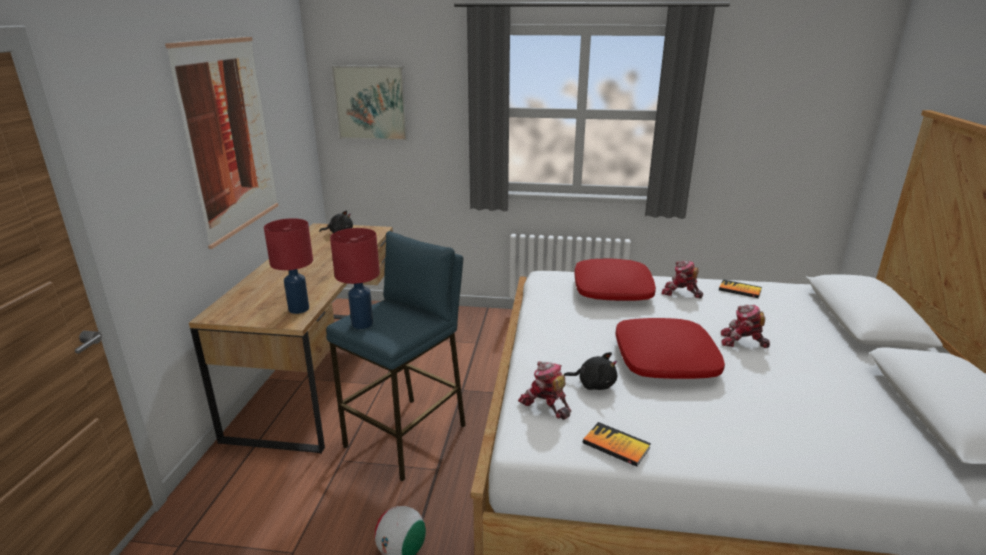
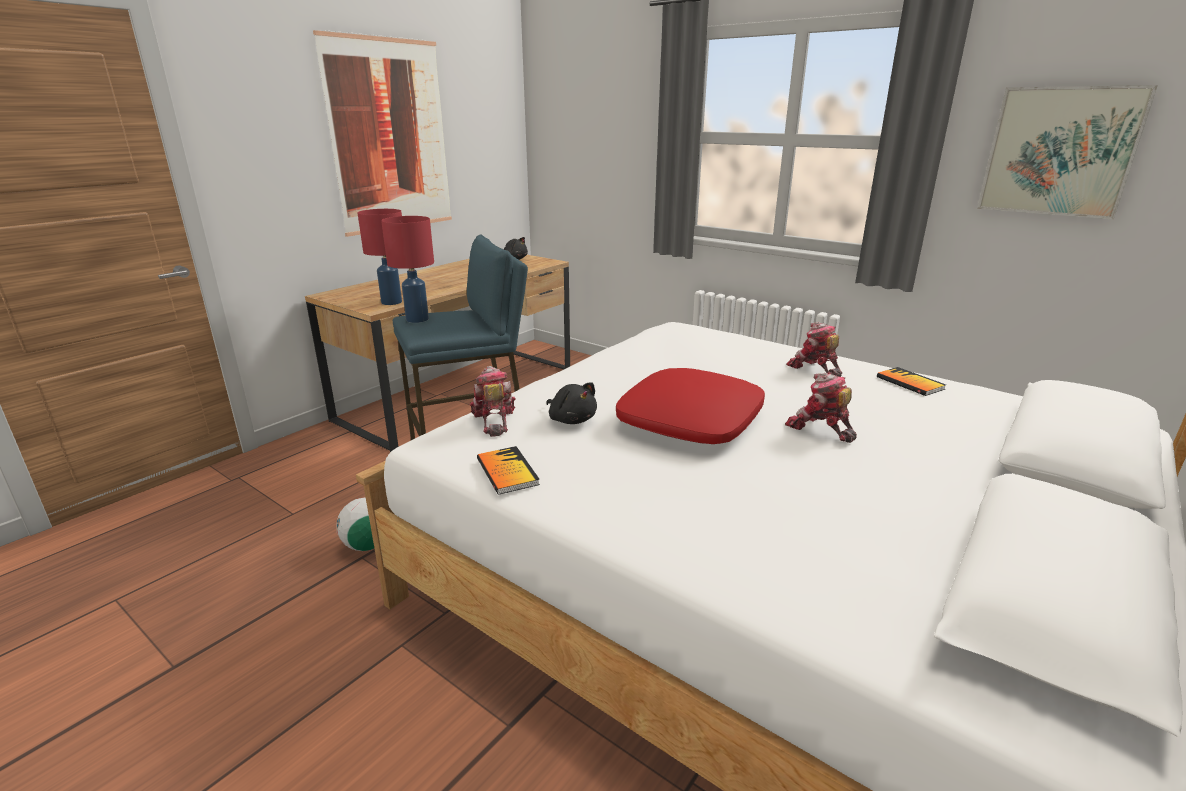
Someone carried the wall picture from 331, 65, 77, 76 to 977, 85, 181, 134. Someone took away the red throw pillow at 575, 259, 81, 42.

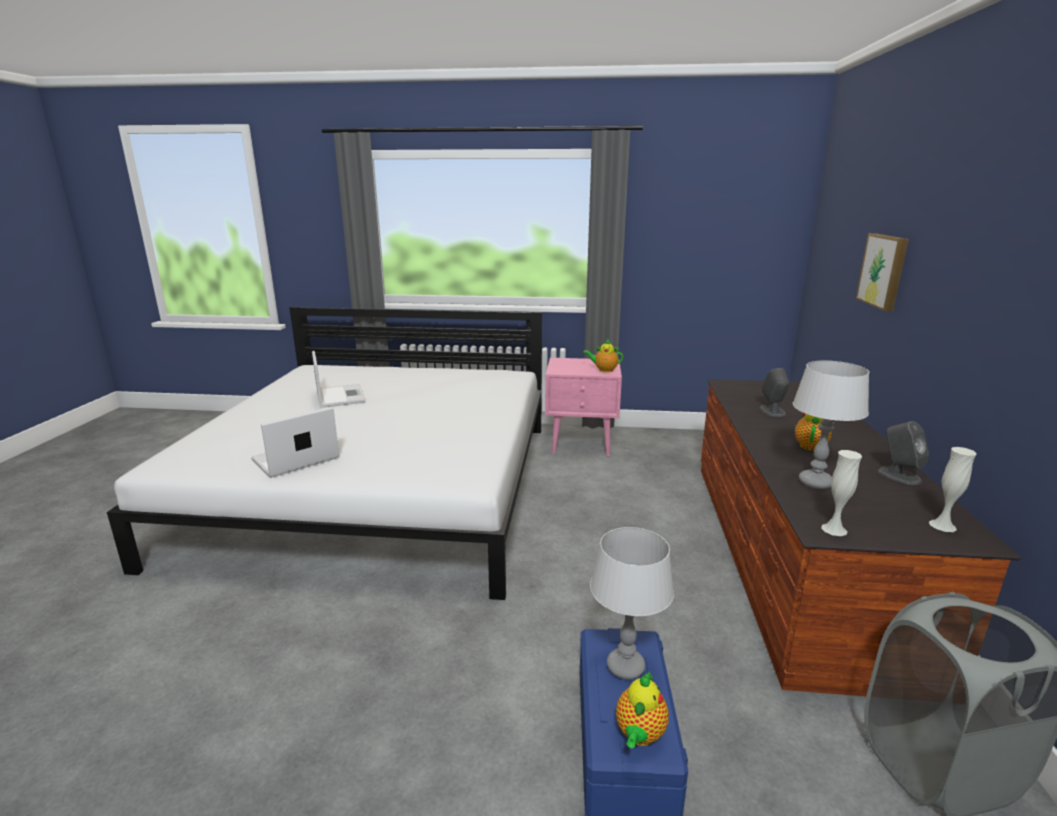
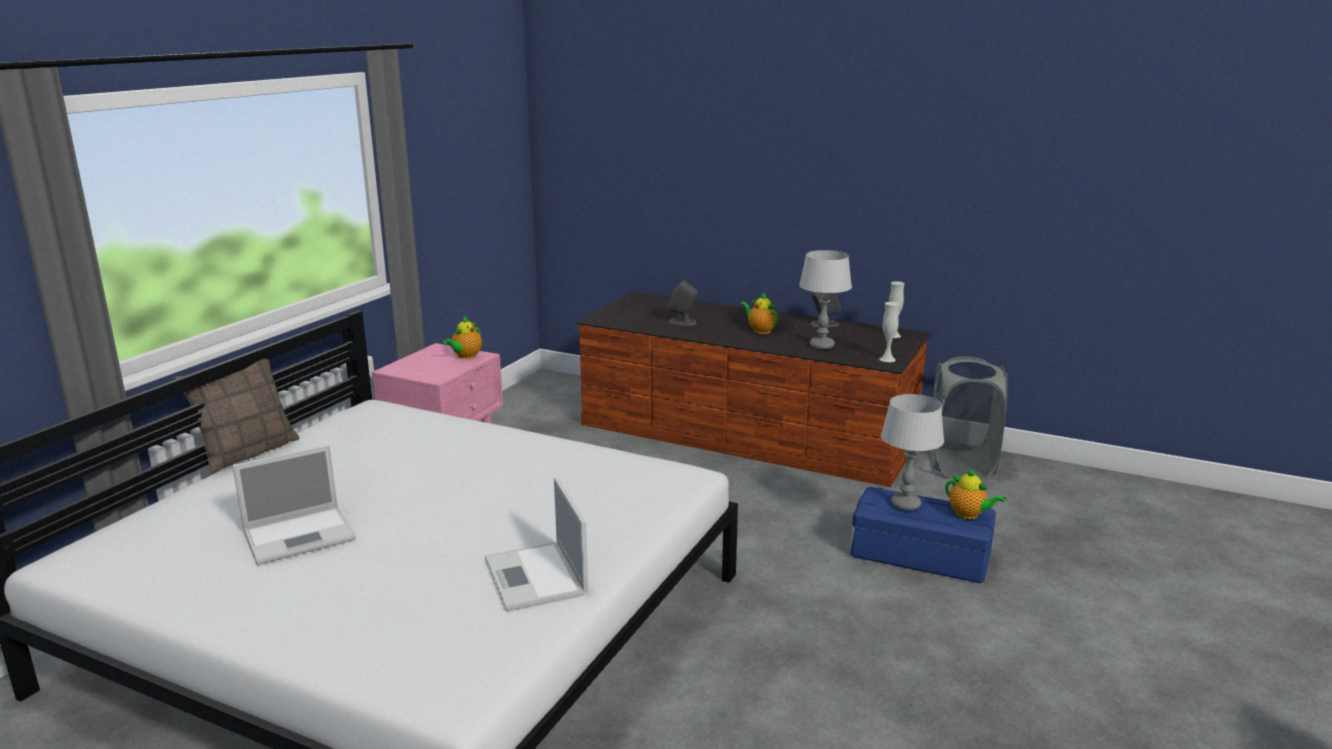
Someone rotated the laptop at 312, 351, 54, 57 by 150 degrees clockwise. Someone took away the wall picture at 856, 233, 53, 78. Someone put down the throw pillow at 174, 359, 125, 115.

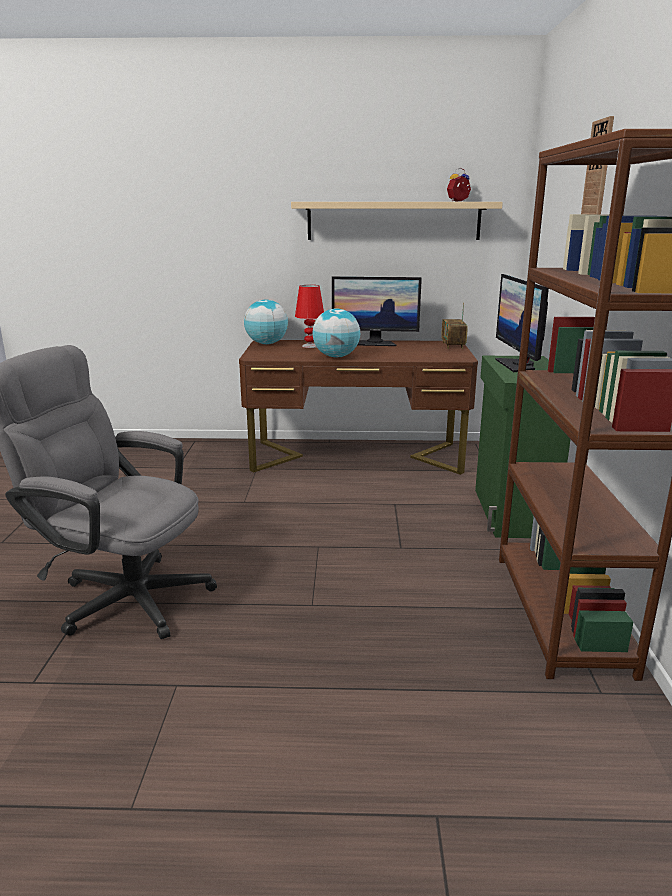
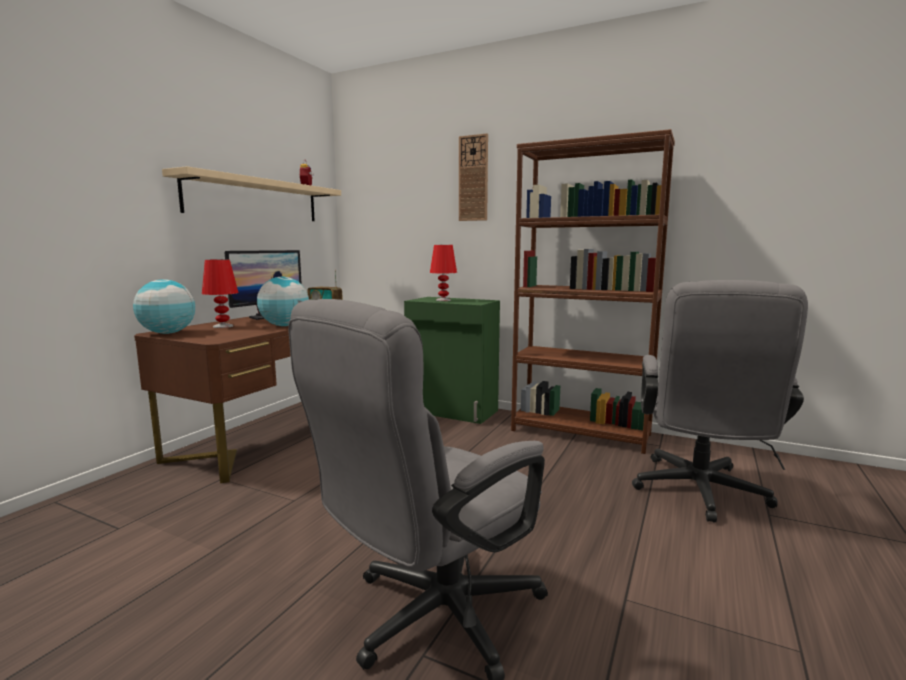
Someone swapped the monitor at 495, 274, 54, 98 for the red tabletop lamp at 430, 245, 27, 56. Someone put down the grey computer chair at 632, 280, 176, 242.

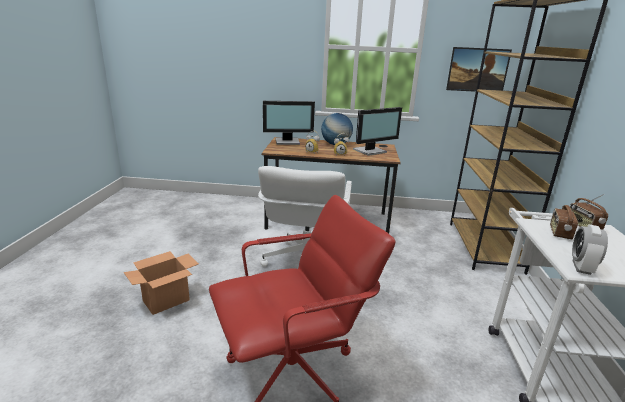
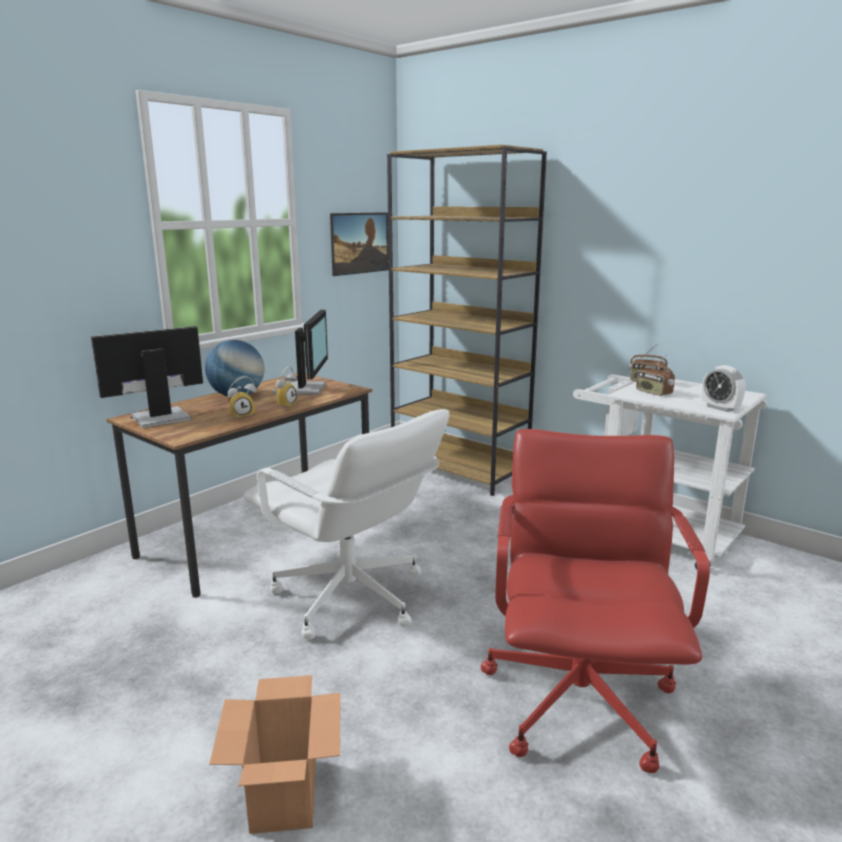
Someone rotated the monitor at 263, 101, 52, 44 by 150 degrees counterclockwise.

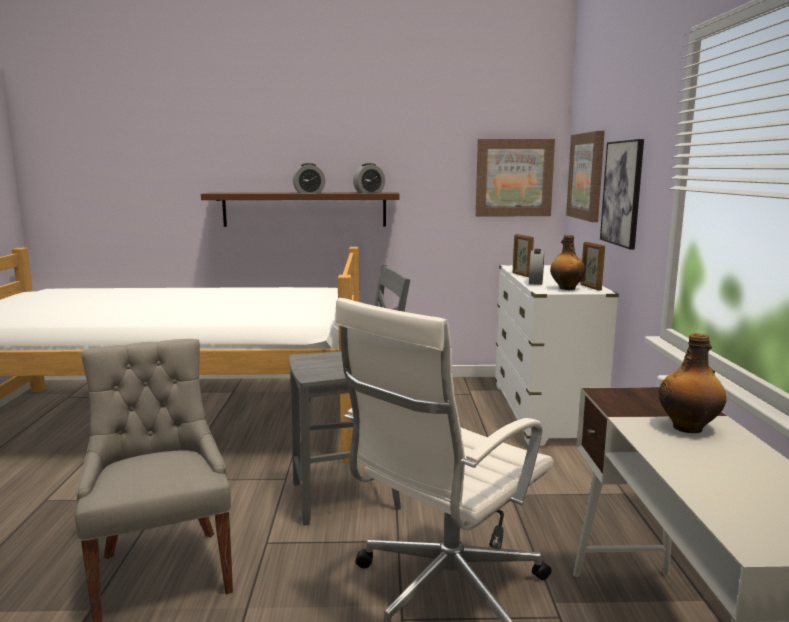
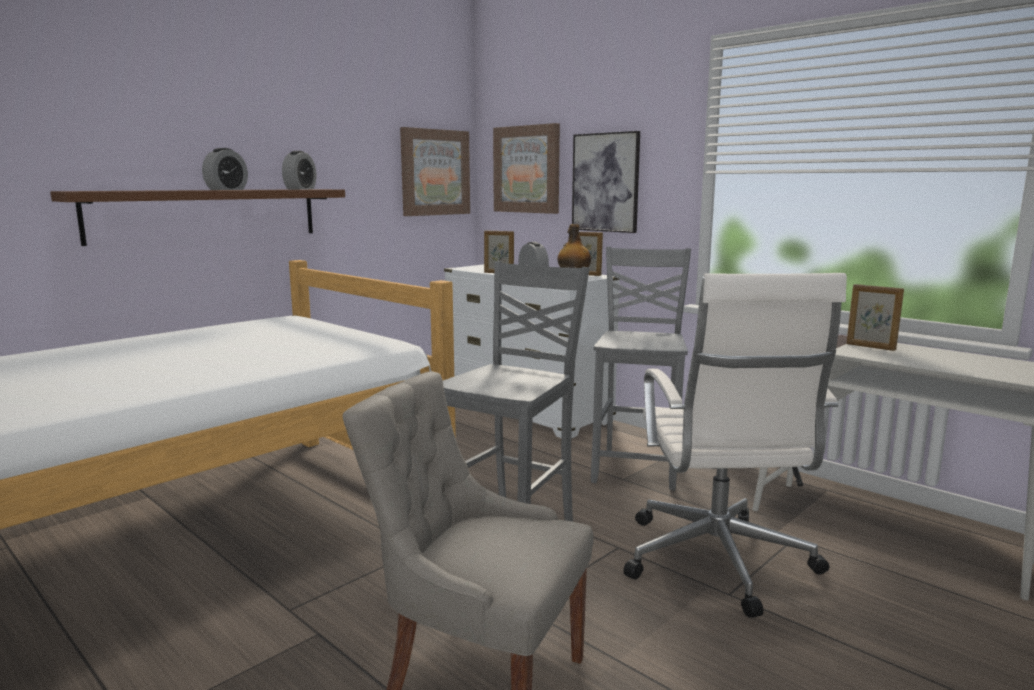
Someone swapped the drink bottle at 659, 333, 68, 100 for the standing frame at 846, 284, 58, 67. Someone put down the grey upright chair at 591, 247, 100, 244.

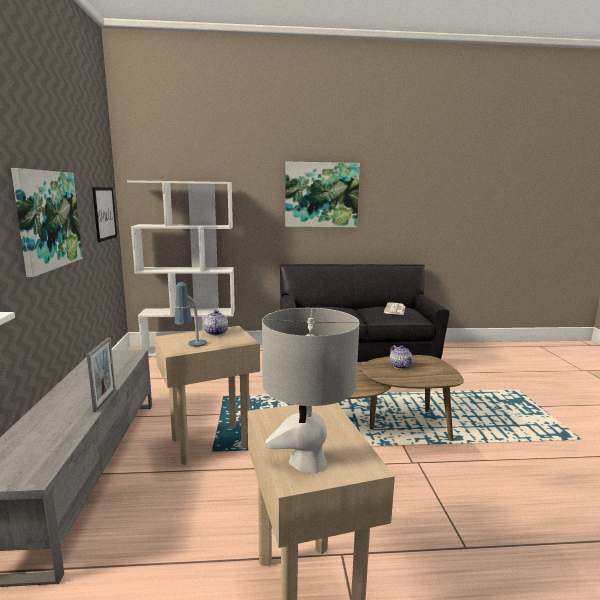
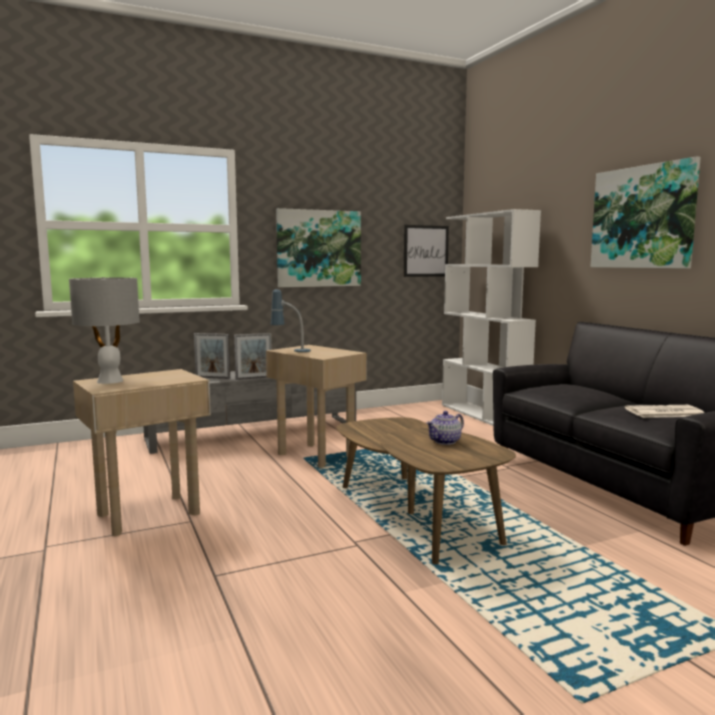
Someone took away the teapot at 204, 310, 24, 25. Someone put down the standing frame at 194, 333, 36, 46.

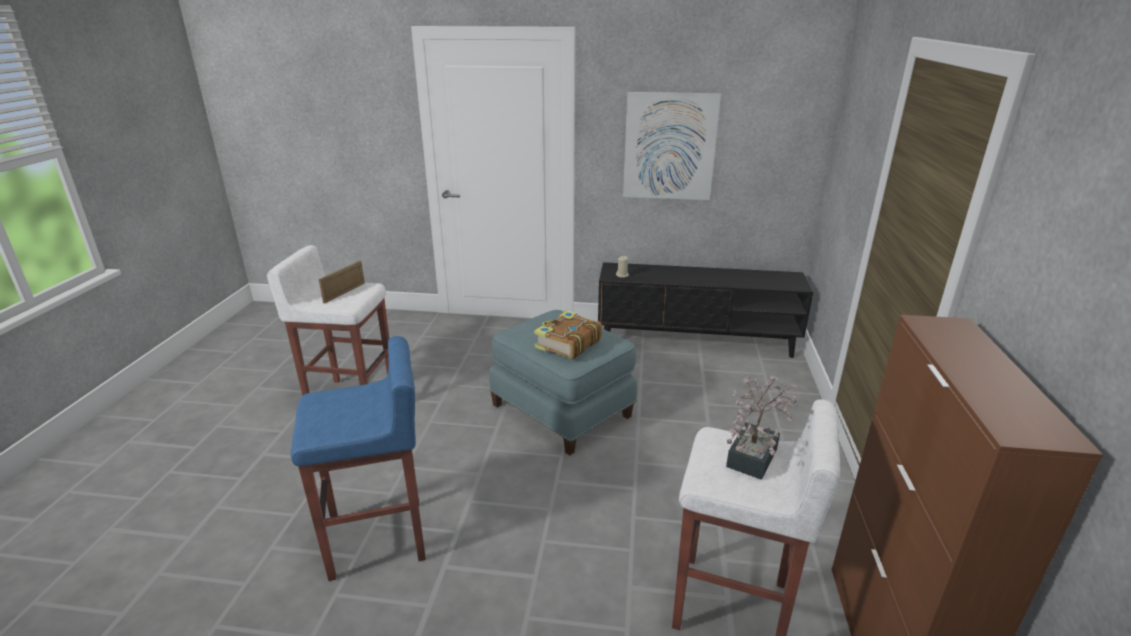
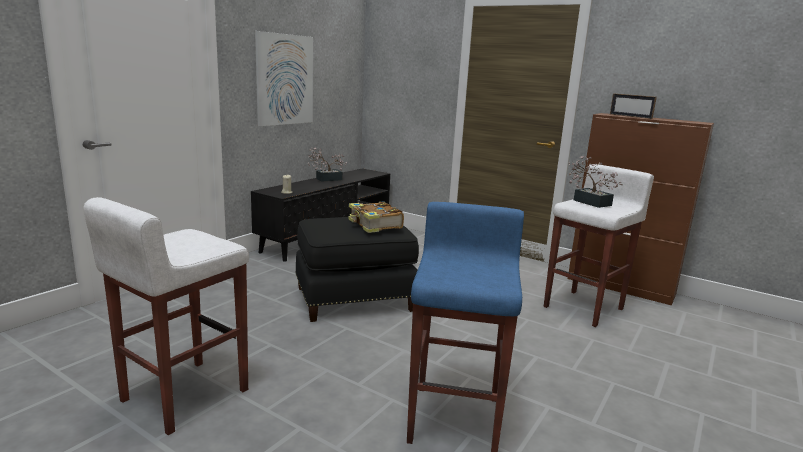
Someone carried the standing frame from 318, 261, 47, 42 to 610, 93, 47, 26. Someone repainted the blue-coloured footrest at 489, 310, 148, 145, which became the blackish footrest at 295, 217, 124, 105. Someone put down the potted plant at 308, 147, 39, 35.

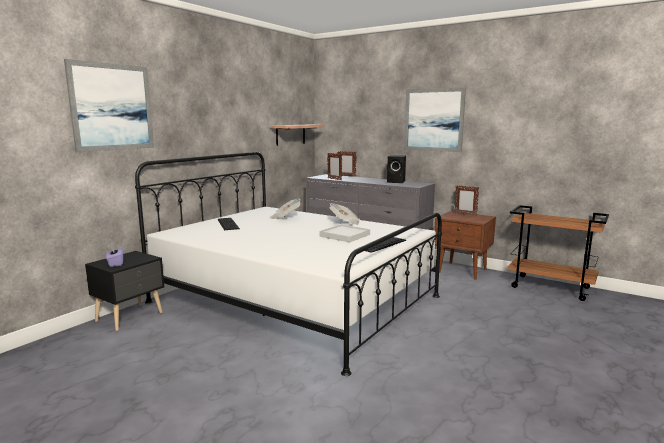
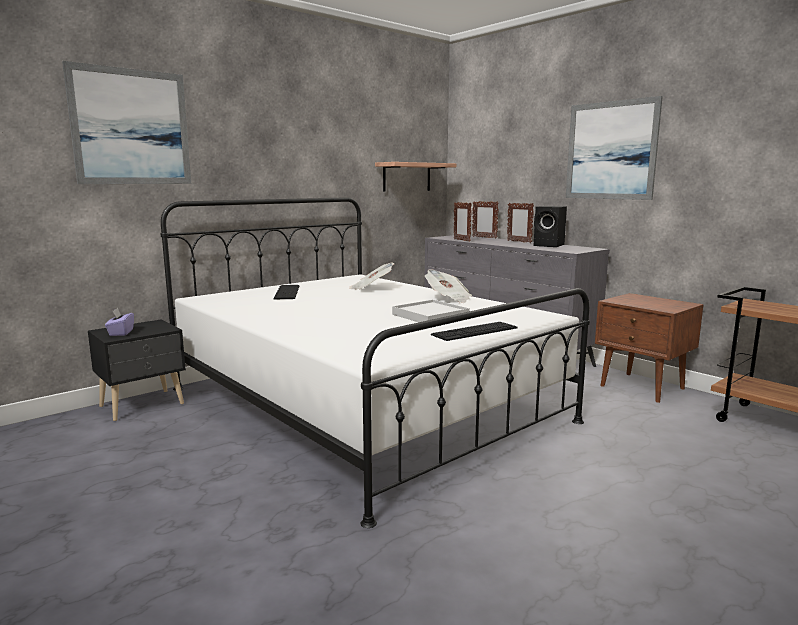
Someone carried the standing frame from 455, 185, 24, 31 to 507, 203, 27, 40.

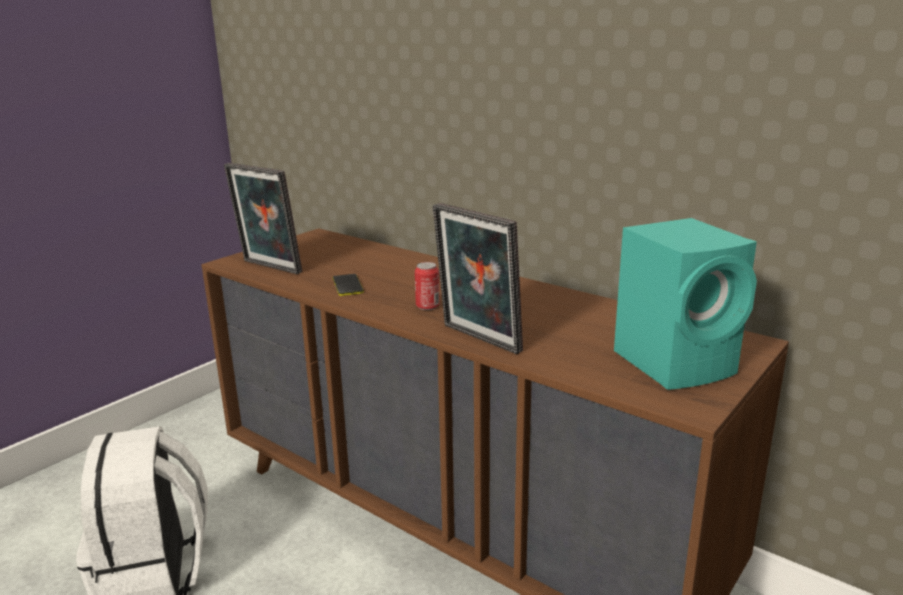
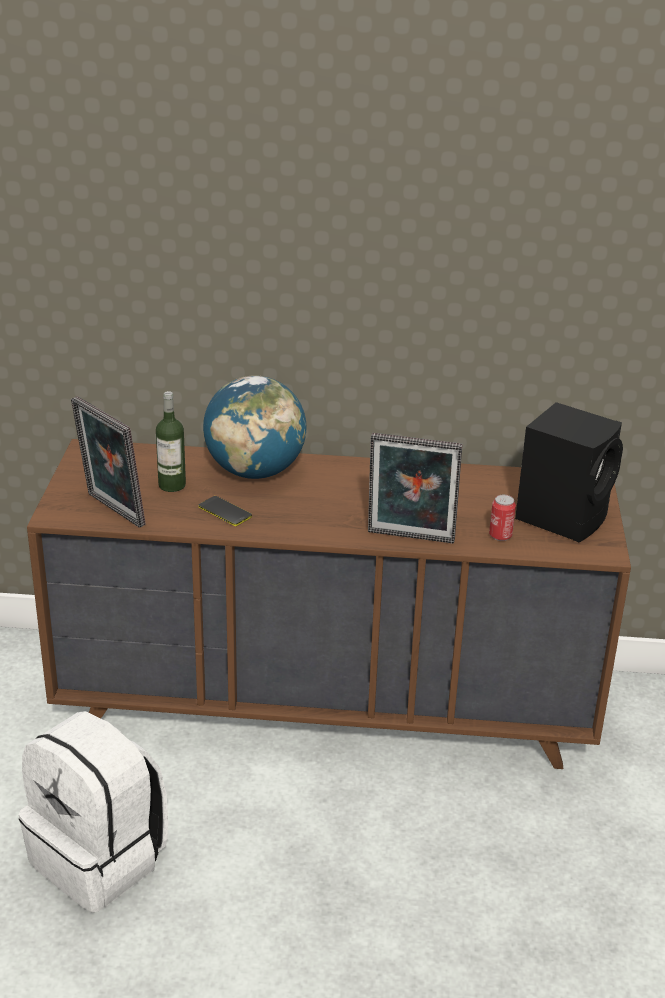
Someone rotated the standing frame at 224, 163, 78, 111 by 45 degrees clockwise. Someone carried the metal can from 415, 262, 25, 48 to 489, 495, 27, 46. Someone repainted the turquoise audio speaker at 614, 218, 143, 172, which became the blackish audio speaker at 515, 402, 108, 141. Someone put down the drink bottle at 156, 391, 30, 101. Someone put down the desk globe at 203, 375, 103, 104.

